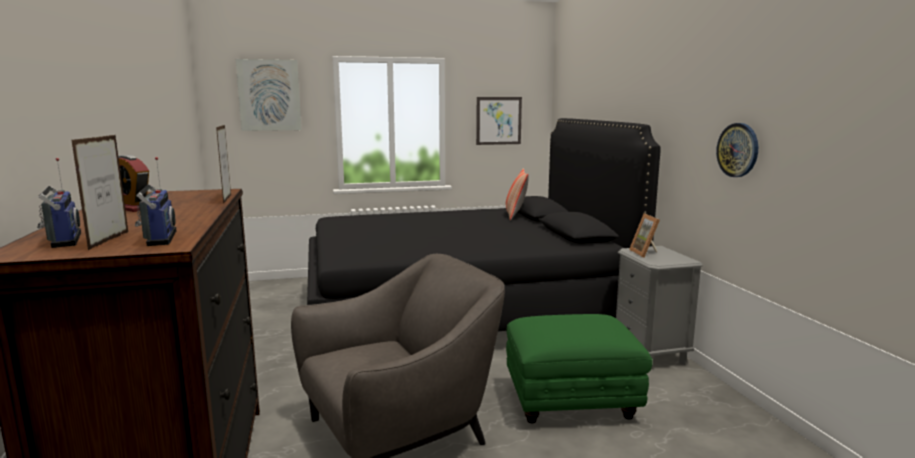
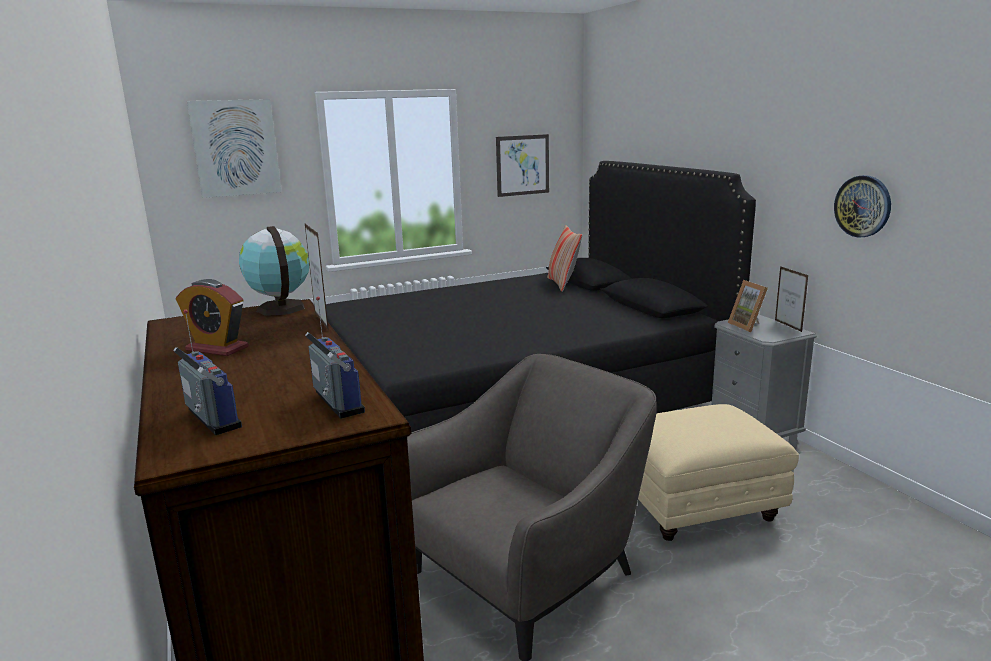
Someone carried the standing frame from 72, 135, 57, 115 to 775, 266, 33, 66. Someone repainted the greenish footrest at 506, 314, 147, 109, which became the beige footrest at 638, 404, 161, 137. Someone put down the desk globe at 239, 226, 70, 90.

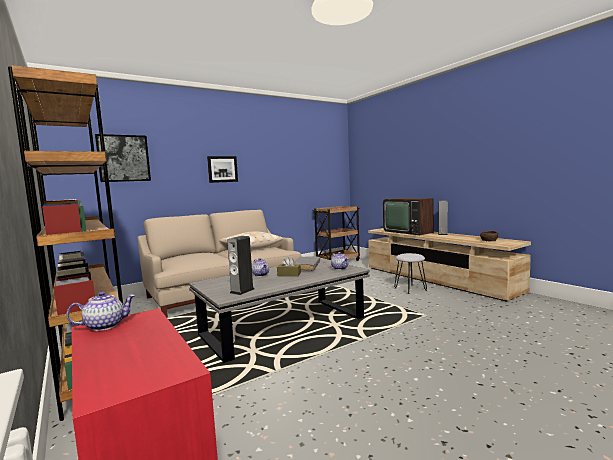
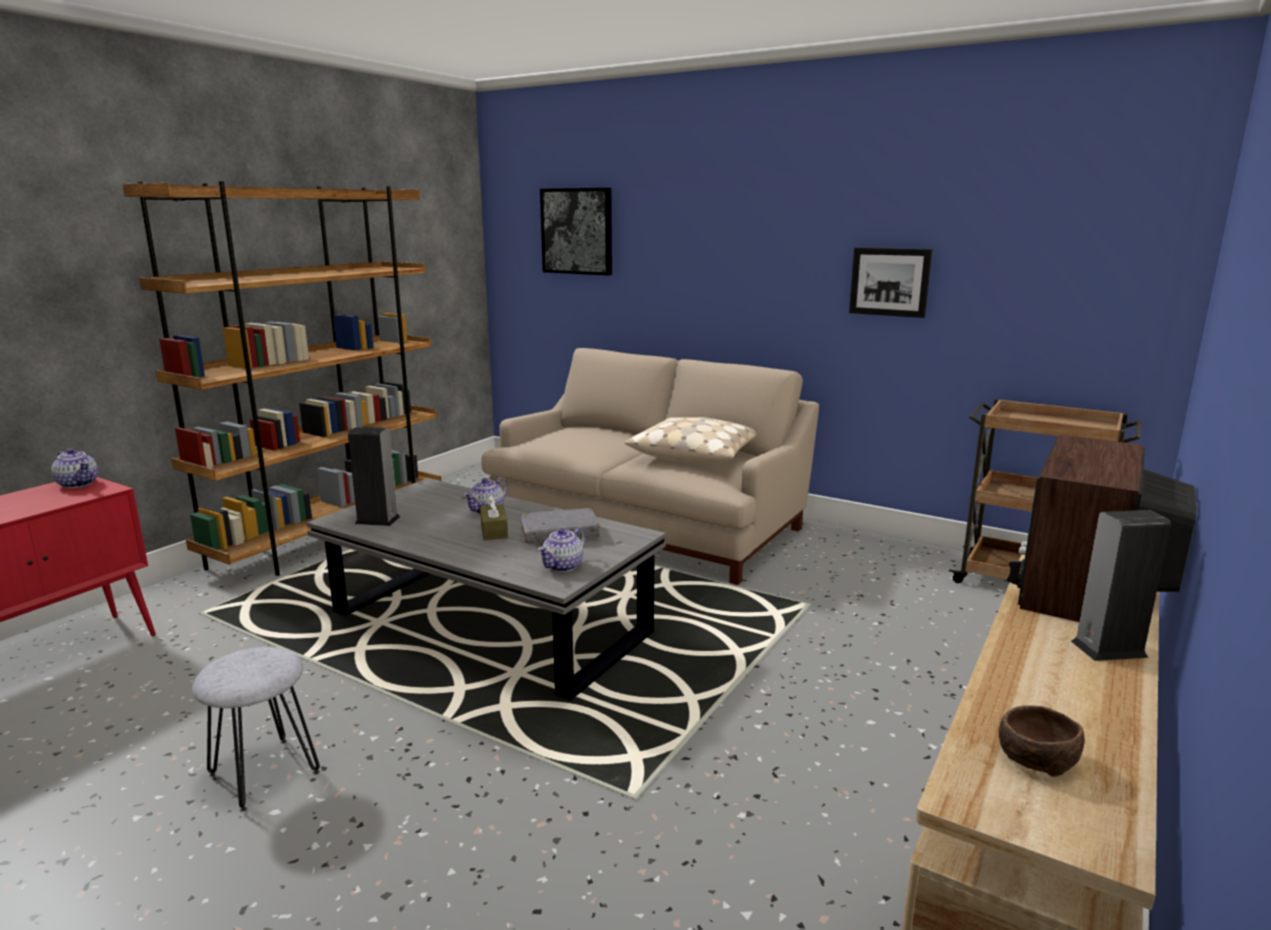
Someone carried the wall picture from 207, 156, 31, 27 to 849, 247, 84, 71. Someone carried the grey stool from 394, 253, 33, 41 to 192, 647, 128, 165.

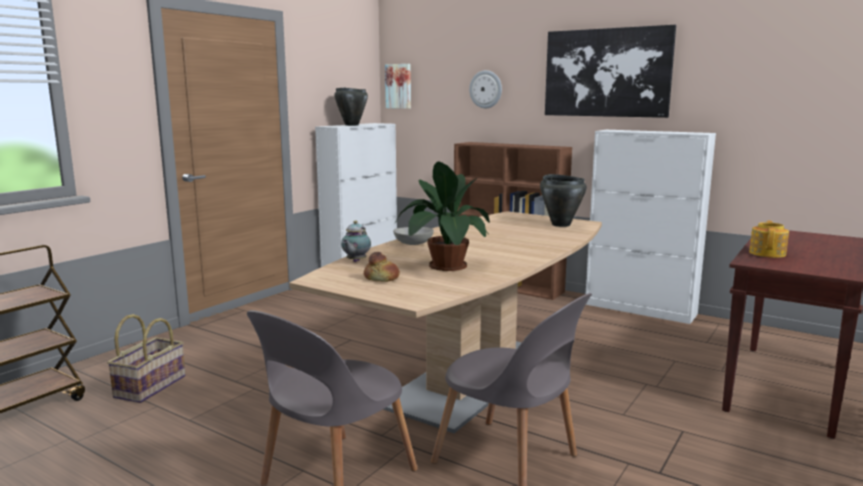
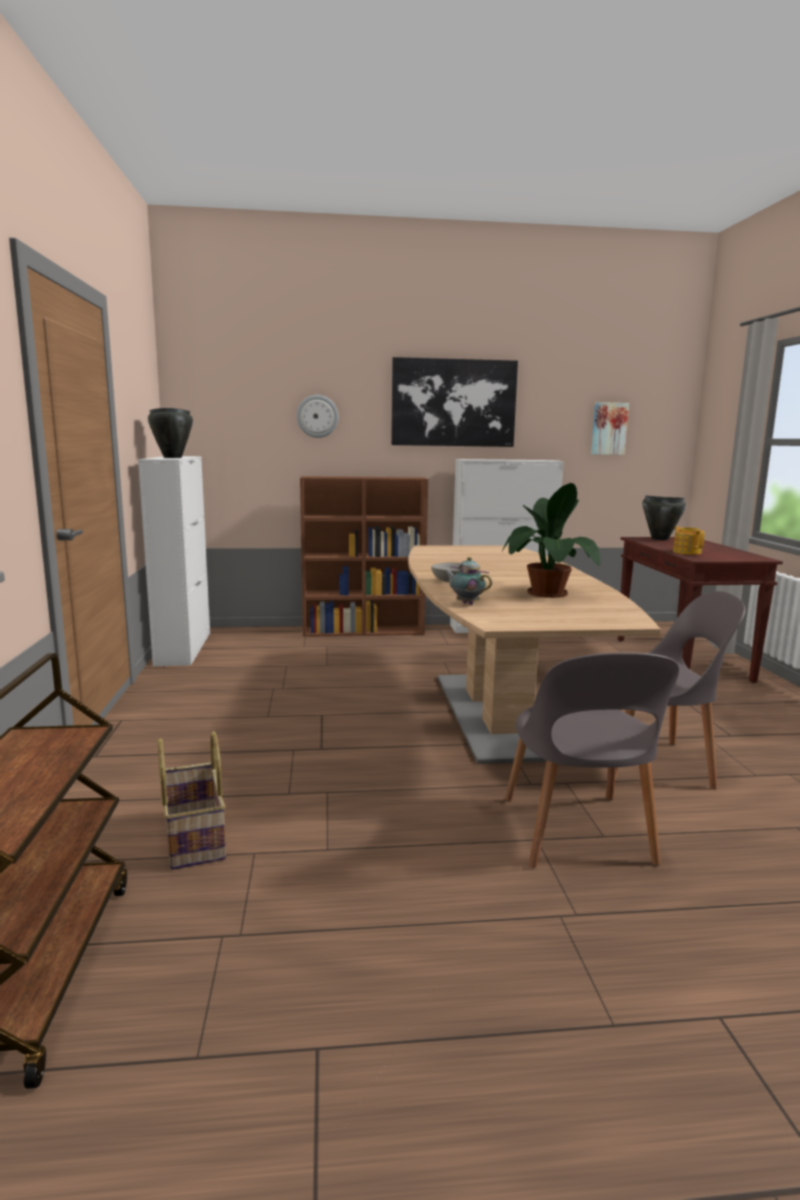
Someone rotated the teapot at 341, 221, 30, 41 by 150 degrees clockwise. Someone took away the bread at 364, 252, 36, 30. Someone carried the wall picture from 385, 64, 26, 45 to 591, 402, 38, 53. Someone carried the blackish cooking pot from 540, 174, 46, 53 to 642, 495, 44, 46.

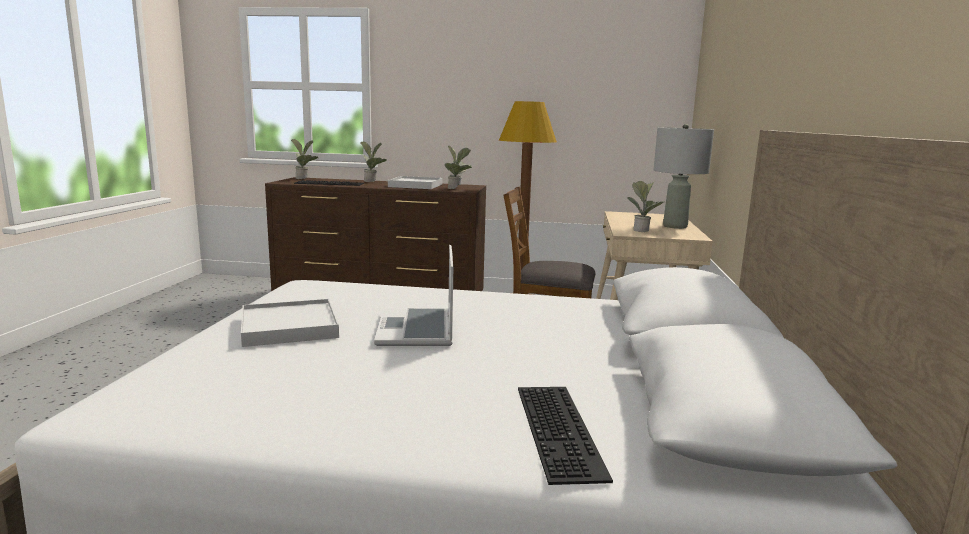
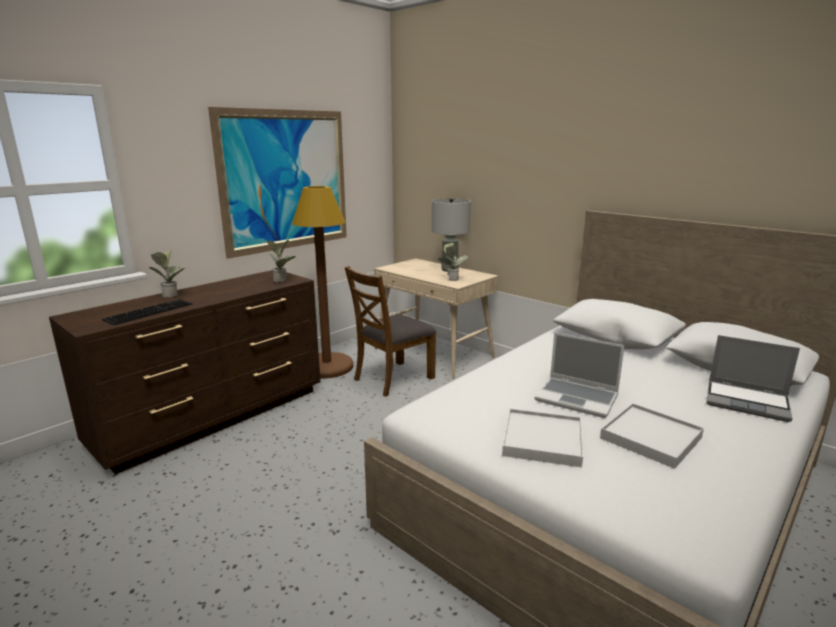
Someone took away the potted plant at 291, 139, 27, 40. Someone carried the whitish tray from 388, 176, 54, 13 to 600, 403, 104, 66. Someone swapped the computer keyboard at 518, 387, 95, 98 for the laptop at 707, 335, 93, 87. Someone put up the wall picture at 208, 107, 139, 152.

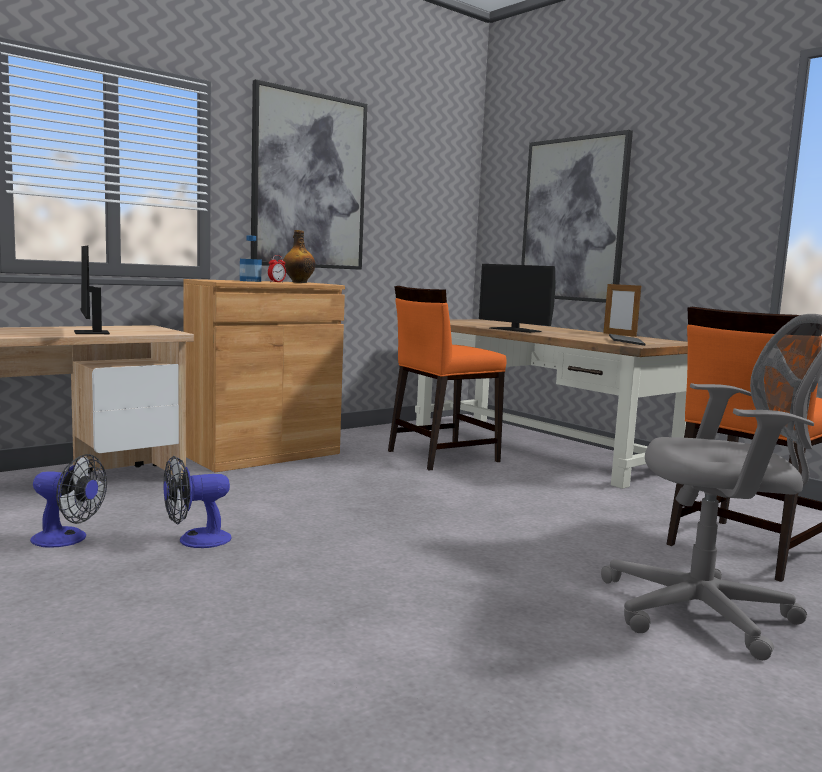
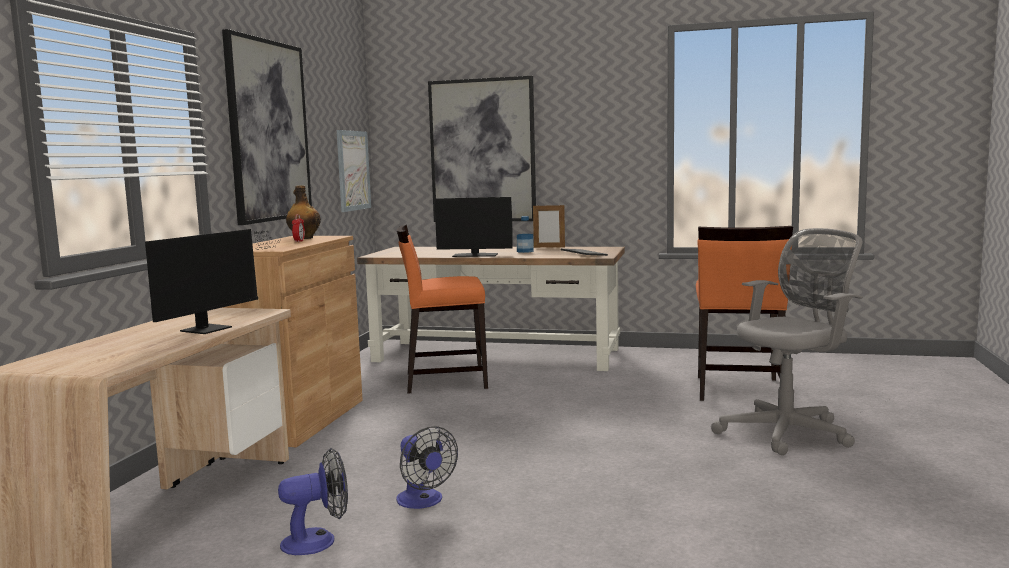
Someone rotated the monitor at 74, 245, 36, 89 by 90 degrees counterclockwise. Someone rotated the cooling fan at 164, 456, 68, 92 by 60 degrees counterclockwise. Someone carried the drink bottle from 240, 235, 22, 47 to 517, 216, 17, 37. Someone rotated the orange-coloured upright chair at 388, 286, 119, 184 by 60 degrees clockwise. Someone put up the wall picture at 337, 130, 34, 82.

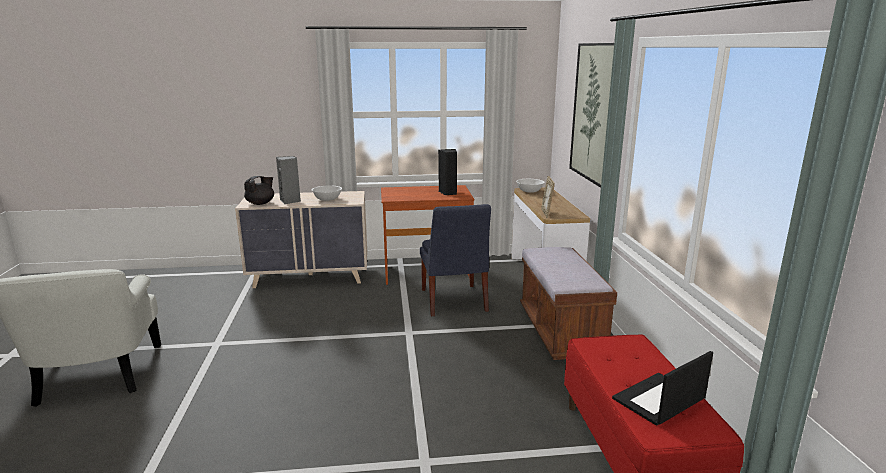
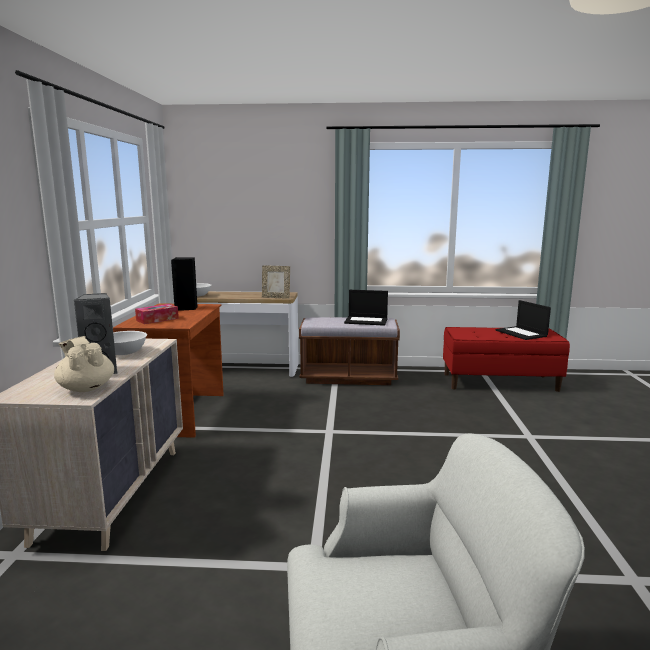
Someone repainted the blackish teapot at 244, 176, 30, 29, which became the beige teapot at 54, 336, 60, 56. Someone took away the blue-coloured upright chair at 420, 204, 71, 112. Someone took away the wall picture at 569, 43, 45, 145. Someone put down the tissue holder at 135, 304, 44, 20. Someone put down the laptop at 344, 290, 44, 36.

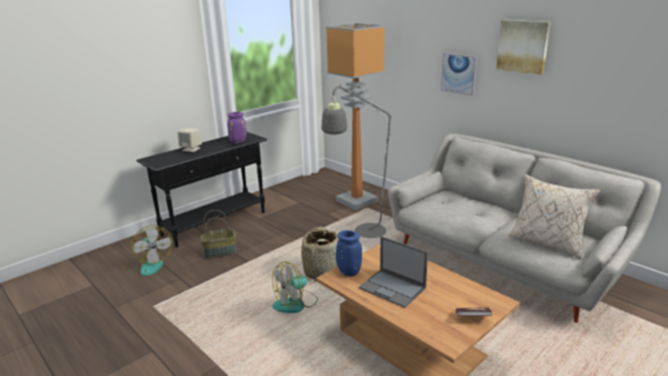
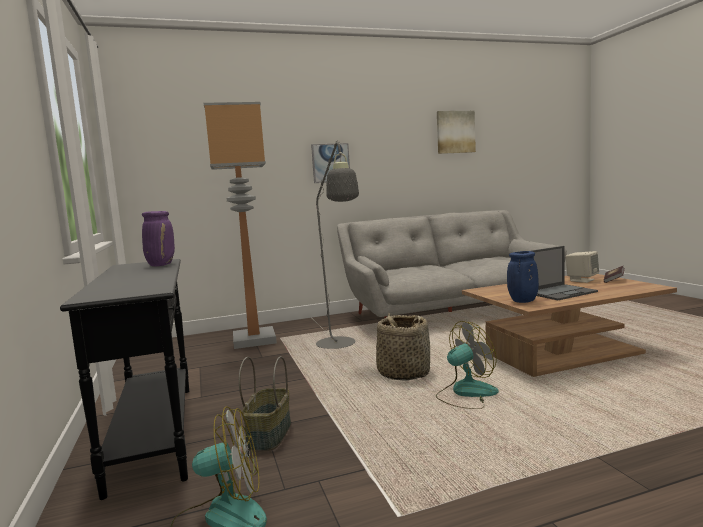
Someone carried the beige audio speaker from 177, 128, 25, 24 to 566, 251, 33, 32. Someone rotated the cooling fan at 272, 261, 46, 52 by 105 degrees counterclockwise. Someone carried the wall picture from 496, 20, 55, 55 to 437, 111, 39, 43. Someone took away the beige throw pillow at 508, 174, 92, 85.

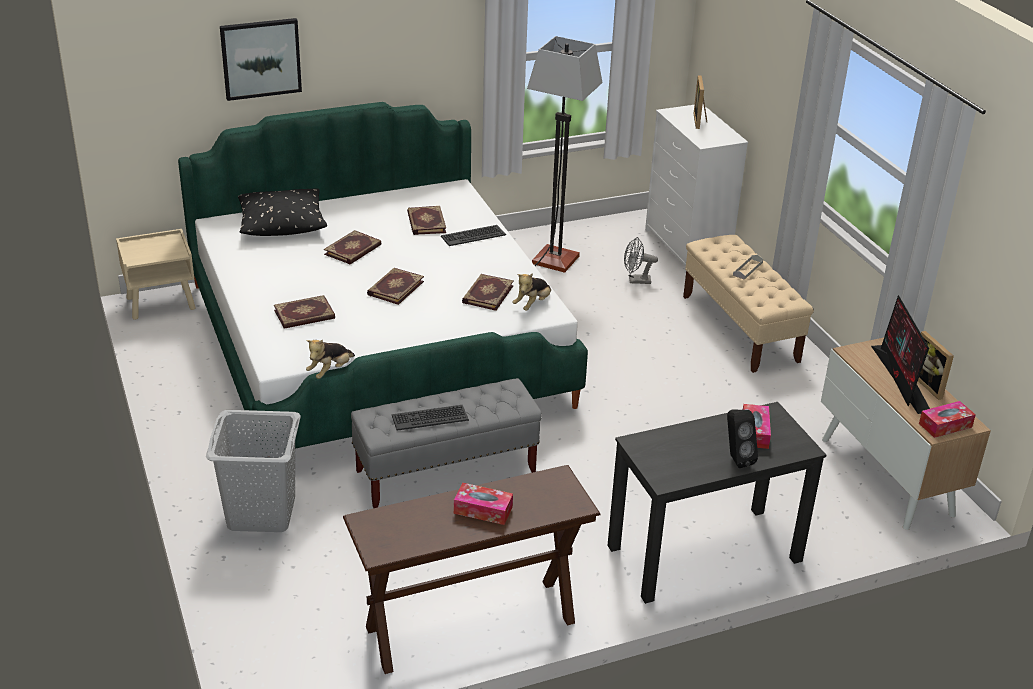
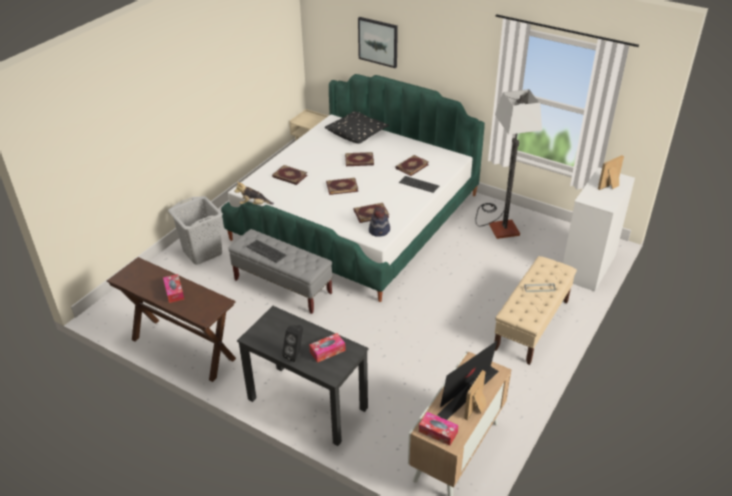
Someone swapped the plush toy at 512, 273, 39, 38 for the clothing hat at 369, 206, 21, 31. Someone took away the grey cooling fan at 624, 237, 34, 47.

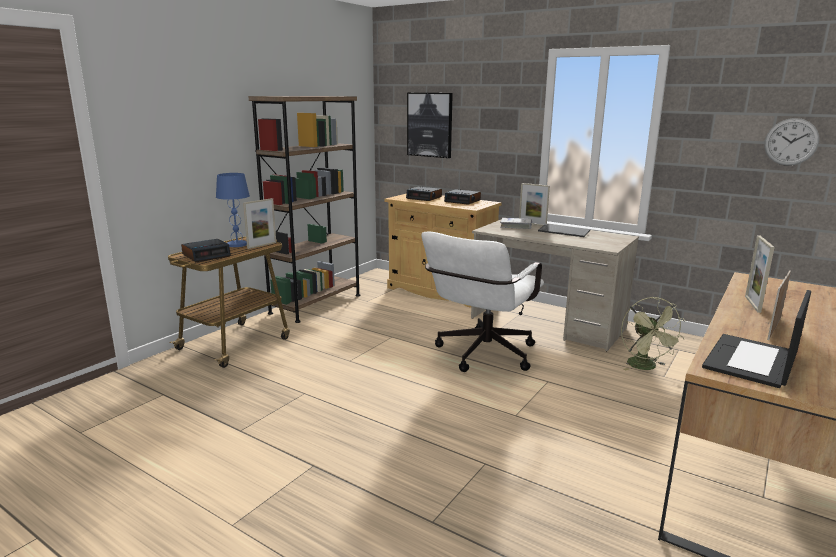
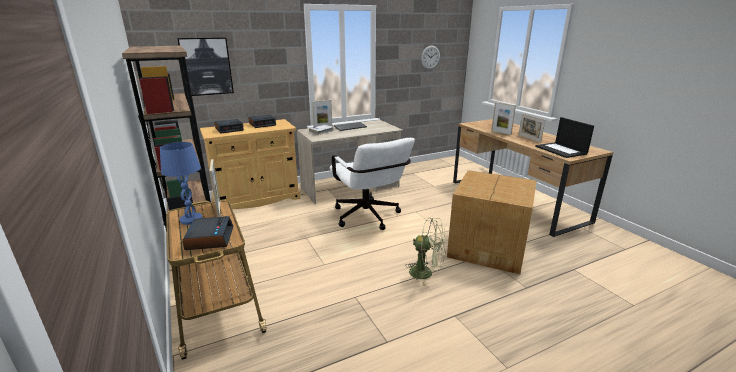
Someone carried the greenish cooling fan from 621, 297, 65, 74 to 405, 217, 41, 69. Someone put down the cardboard box at 447, 170, 90, 105.

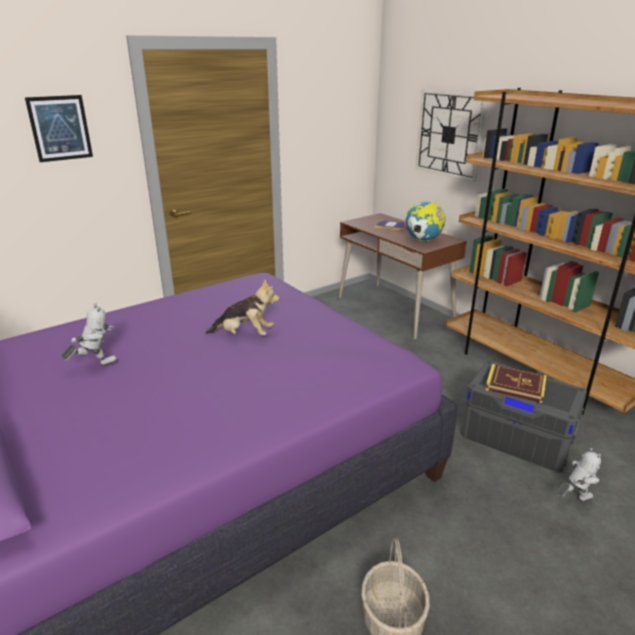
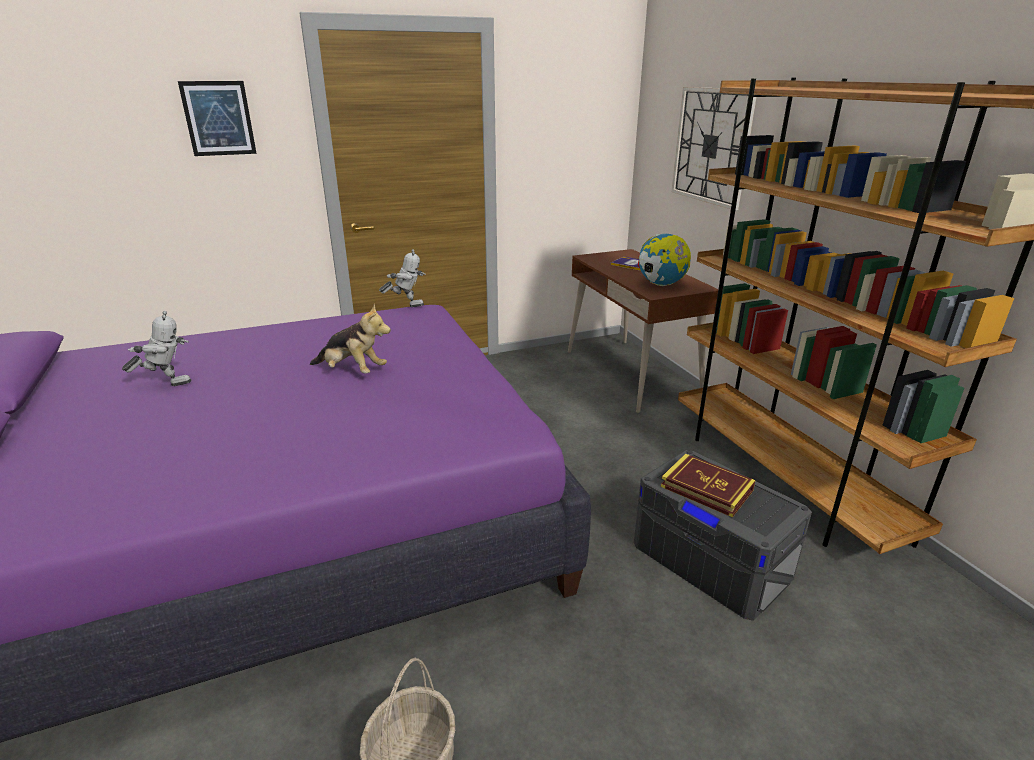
Someone carried the toy robot from 557, 448, 44, 54 to 379, 249, 47, 58.

